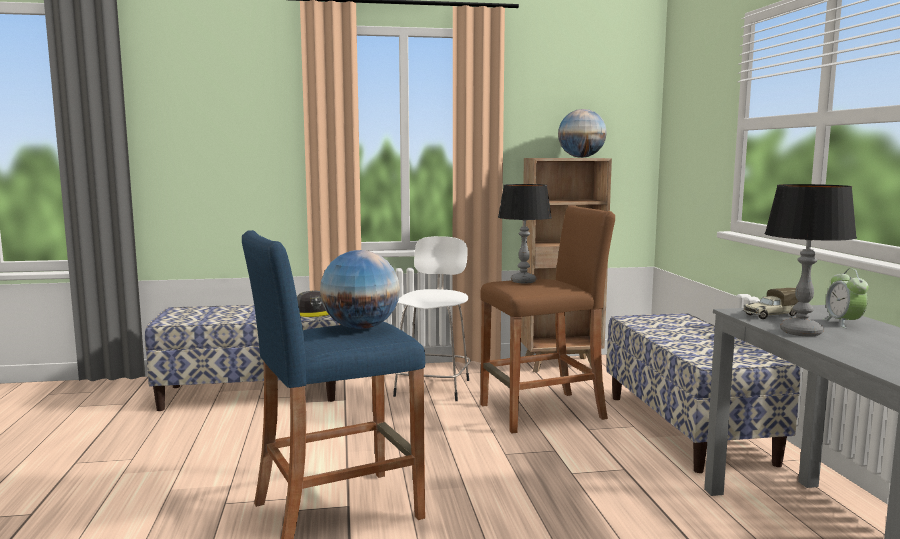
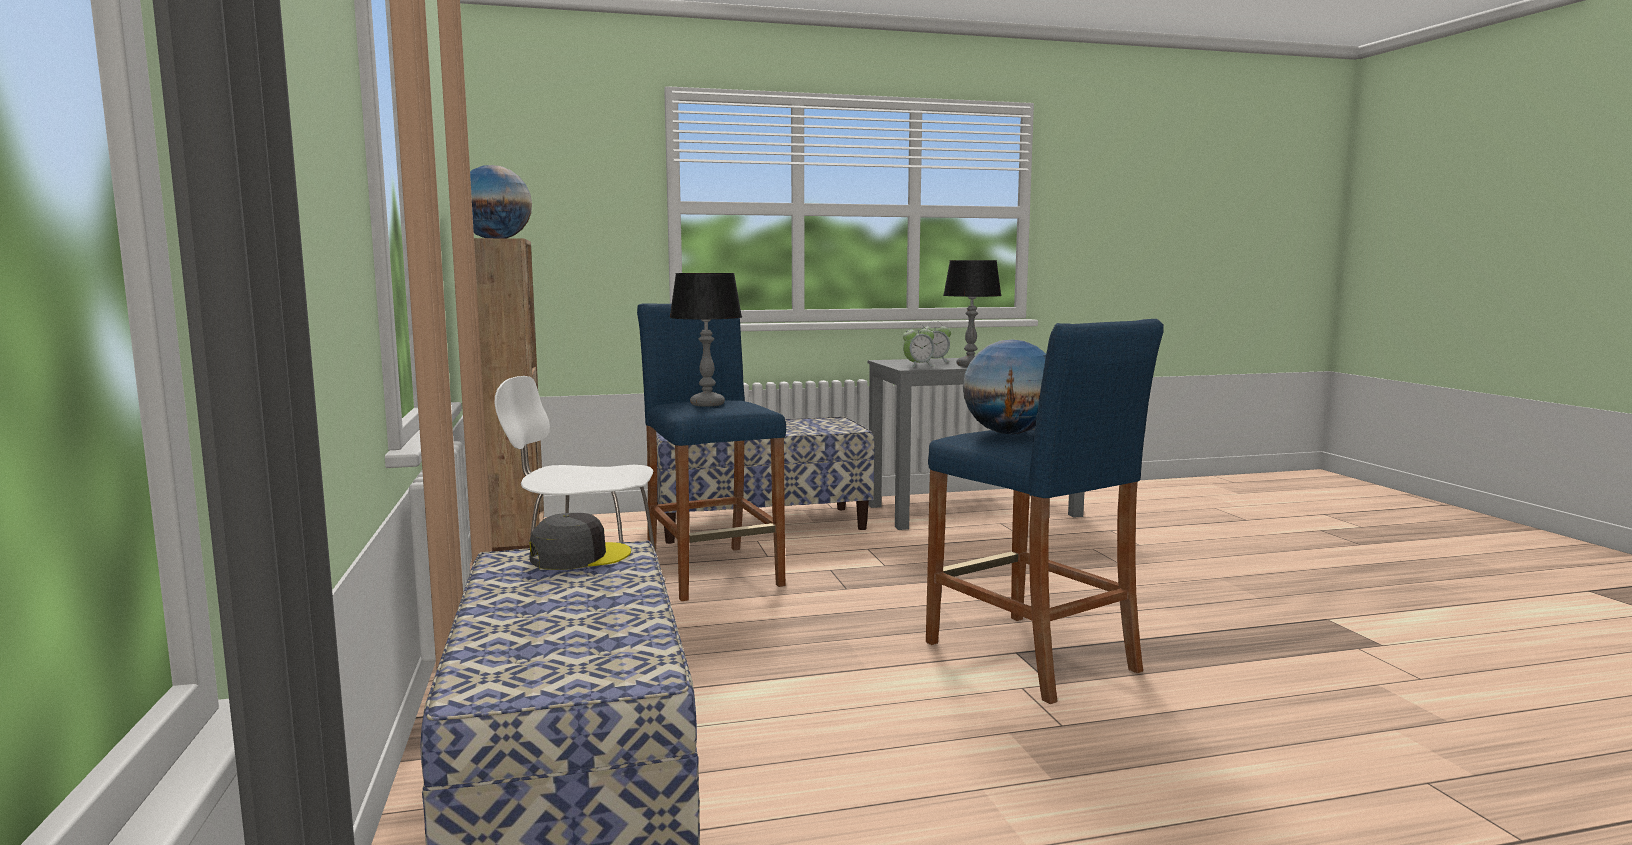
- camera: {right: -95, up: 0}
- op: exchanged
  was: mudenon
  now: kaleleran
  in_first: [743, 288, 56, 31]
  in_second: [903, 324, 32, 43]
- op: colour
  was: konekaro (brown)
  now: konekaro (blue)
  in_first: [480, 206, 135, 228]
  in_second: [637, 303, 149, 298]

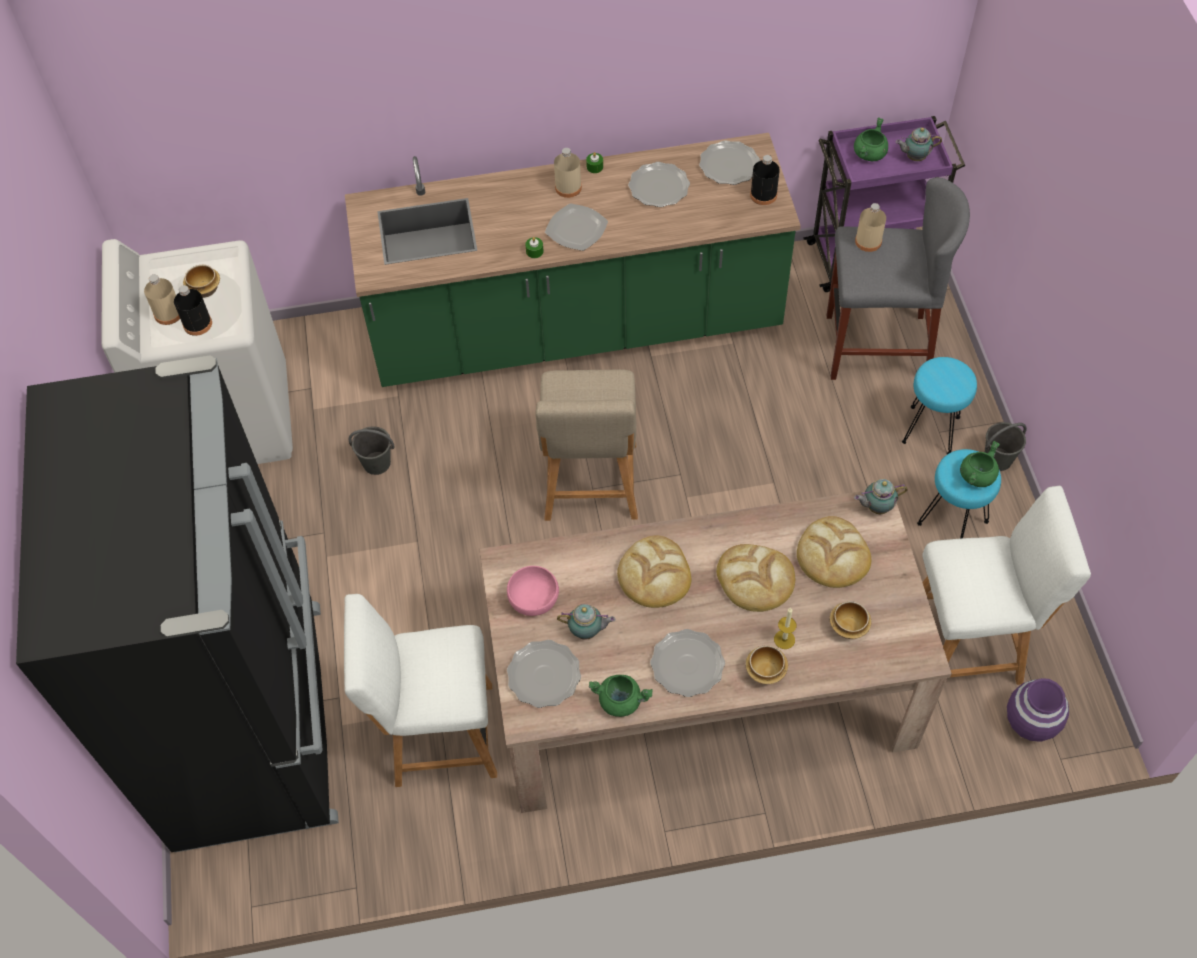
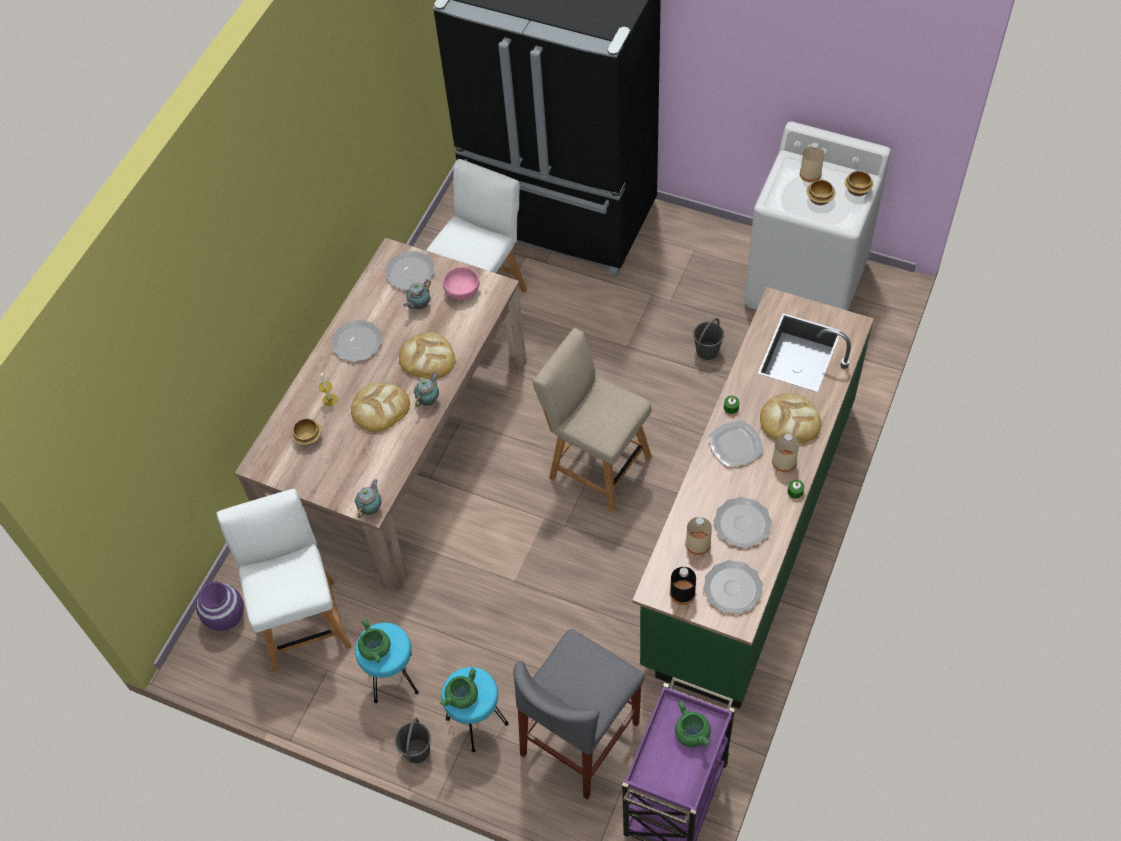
- camera: {right: 125, up: 0}
- op: missing
  was: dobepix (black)
  in_first: [174, 285, 38, 51]
- op: relocated
  was: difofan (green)
  in_first: [589, 675, 64, 42]
  in_second: [440, 668, 38, 41]
- op: relocated
  was: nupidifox
  in_first: [745, 645, 43, 39]
  in_second: [845, 170, 29, 26]
- op: relocated
  was: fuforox
  in_first: [797, 516, 74, 72]
  in_second: [760, 393, 62, 51]
- op: relocated
  was: dobepix (beige)
  in_first: [855, 203, 31, 49]
  in_second: [686, 517, 26, 38]
- op: relocated
  was: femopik
  in_first: [895, 128, 47, 33]
  in_second: [414, 372, 25, 35]
- op: spun
  was: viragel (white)
  in_first: [922, 486, 169, 199]
  in_second: [216, 489, 136, 183]
  clockwise: 135

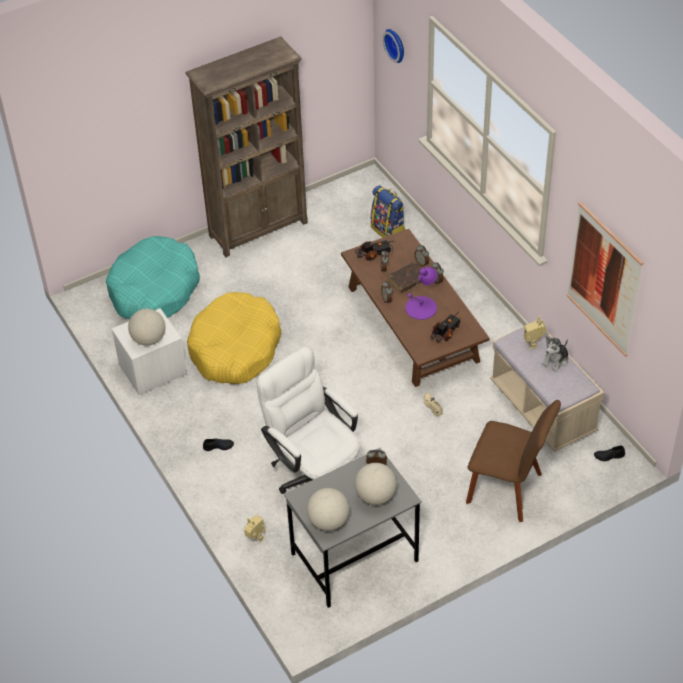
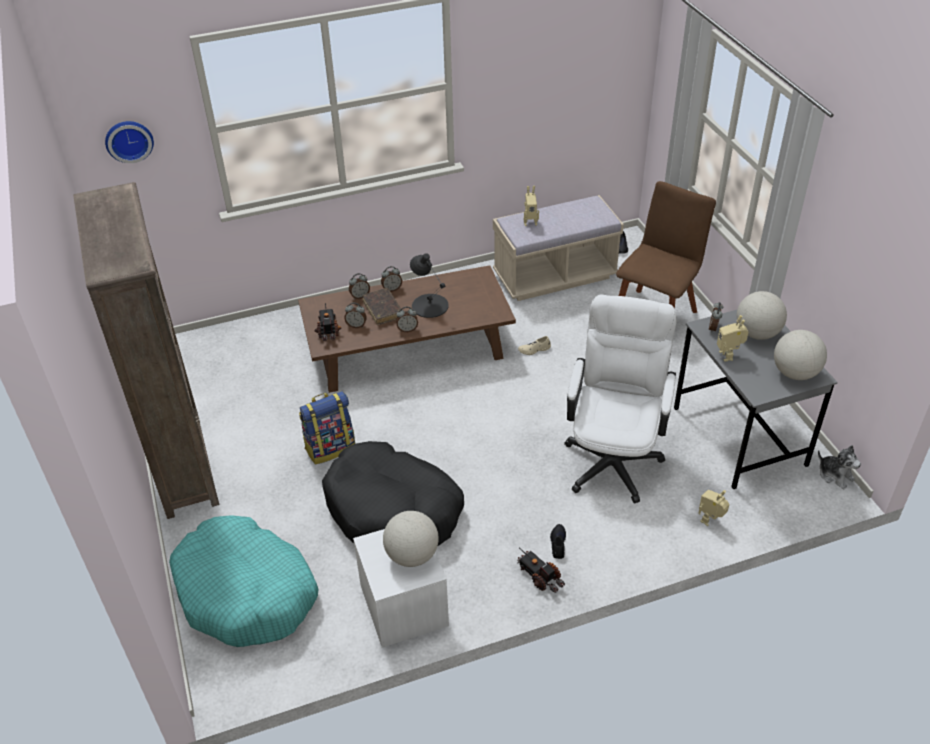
- camera: {right: -80, up: -5}
- op: missing
  was: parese
  in_first: [567, 202, 76, 155]
- op: appeared
  now: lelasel
  in_second: [717, 315, 31, 47]
- op: relocated
  was: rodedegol
  in_first: [371, 185, 34, 53]
  in_second: [299, 391, 56, 74]
- op: relocated
  was: mudenon
  in_first: [430, 311, 32, 31]
  in_second: [517, 548, 48, 45]
- op: relocated
  was: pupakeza
  in_first: [542, 336, 26, 36]
  in_second: [818, 445, 43, 44]
- op: colour
  was: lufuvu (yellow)
  now: lufuvu (black)
  in_first: [187, 292, 94, 92]
  in_second: [322, 441, 142, 105]
- op: colour
  was: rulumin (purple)
  now: rulumin (black)
  in_first: [405, 267, 32, 53]
  in_second: [410, 253, 39, 65]
- op: spun
  was: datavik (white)
  in_first: [257, 346, 103, 148]
  in_second: [564, 295, 113, 209]
  clockwise: 135

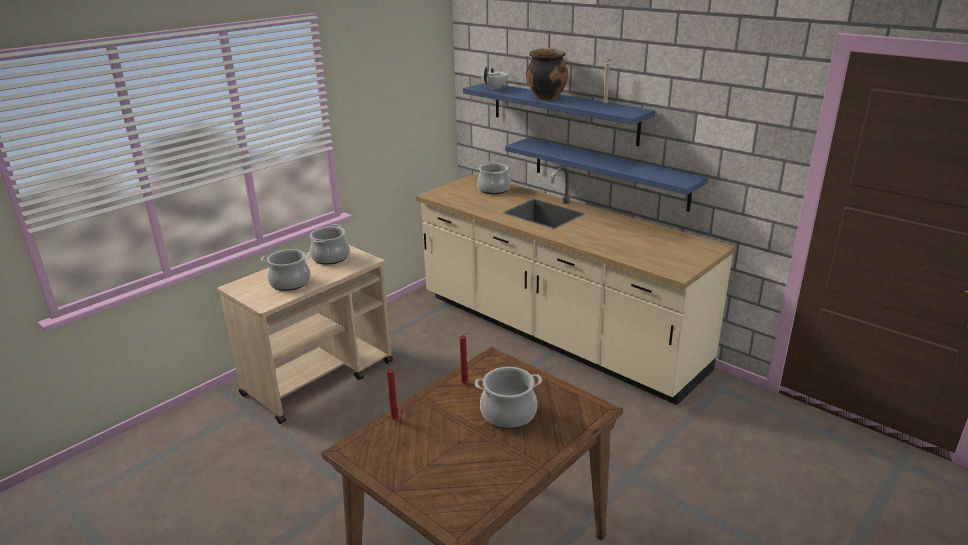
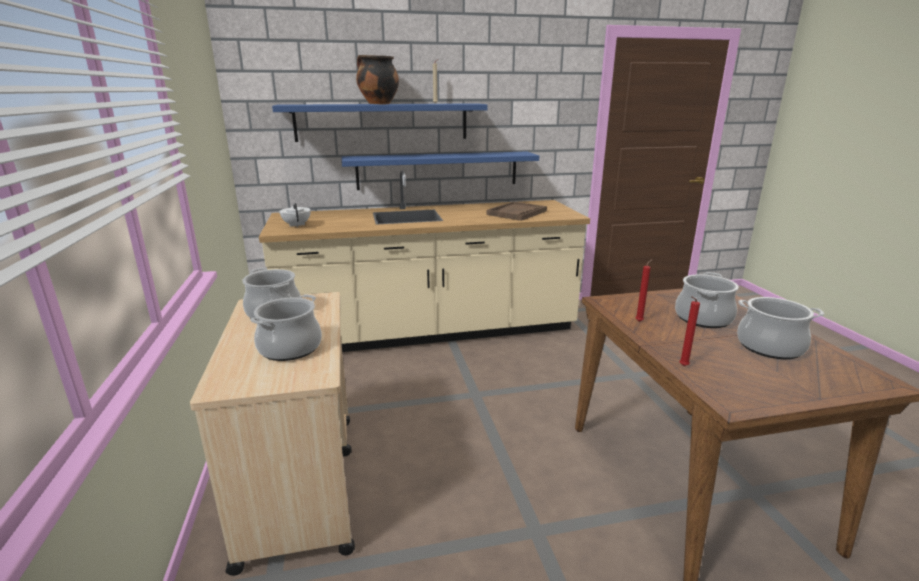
- camera: {right: -55, up: -5}
- op: appeared
  now: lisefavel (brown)
  in_second: [487, 201, 60, 20]
- op: relocated
  was: difofan
  in_first: [477, 161, 34, 33]
  in_second: [737, 297, 87, 62]
- op: relocated
  was: femopik (white)
  in_first: [481, 67, 27, 23]
  in_second: [279, 203, 32, 24]

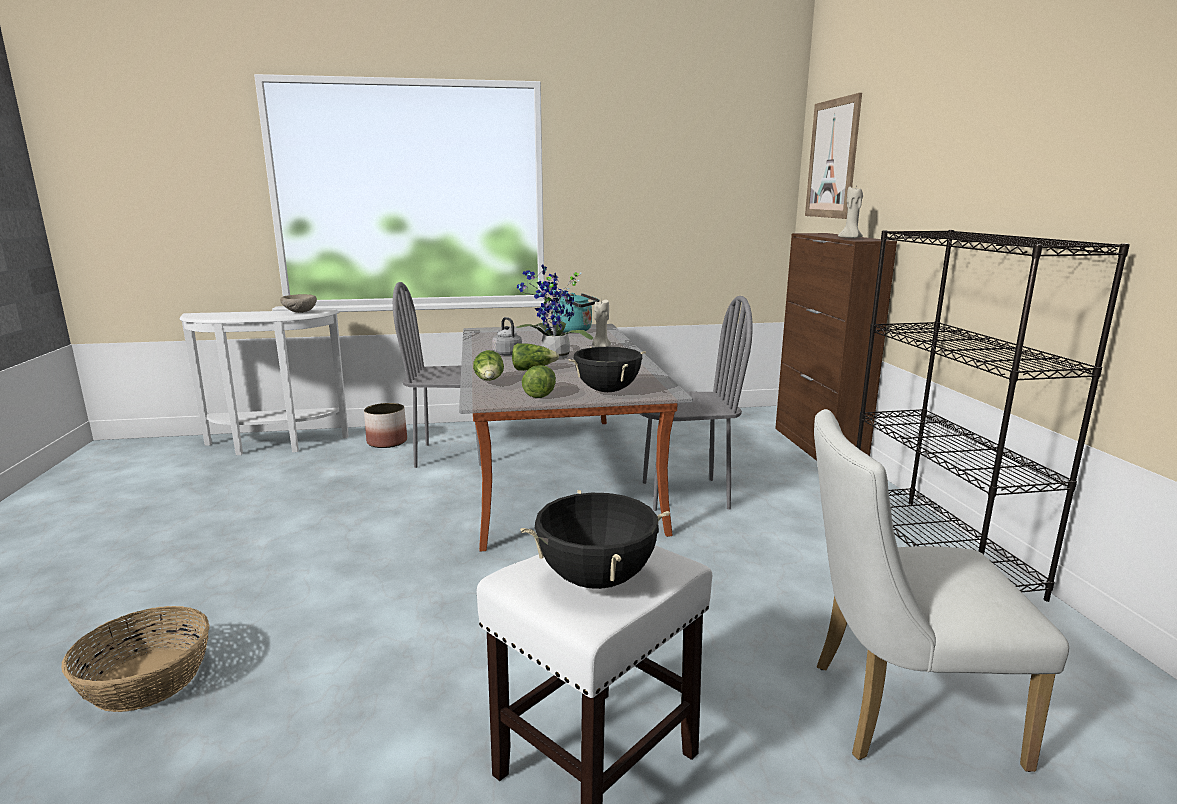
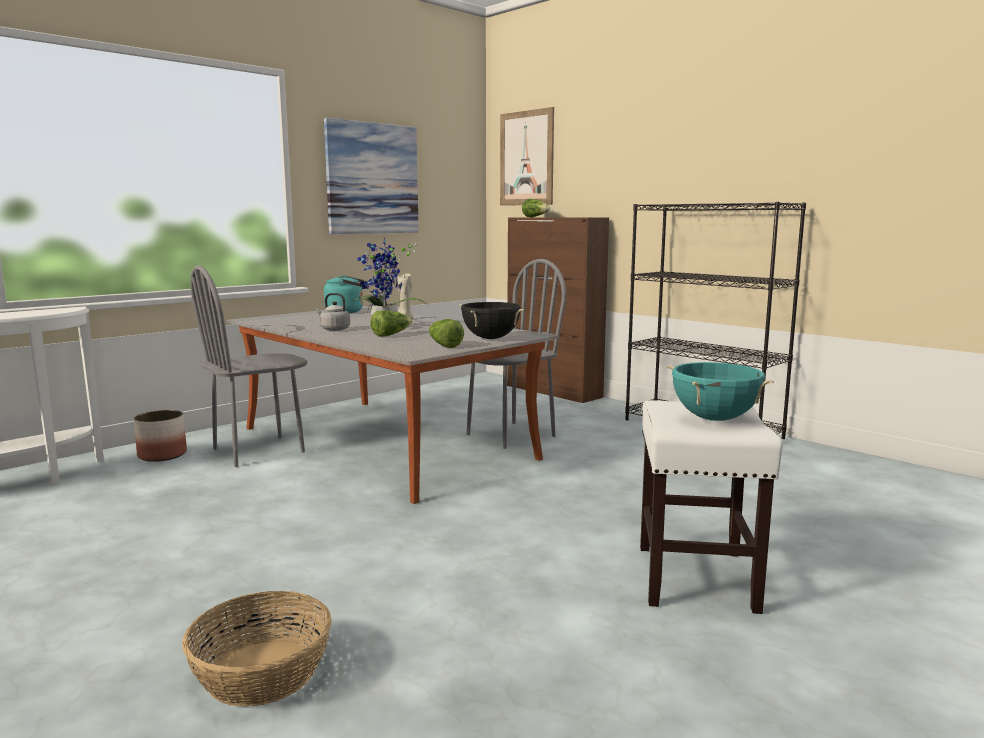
- camera: {right: -35, up: -5}
- op: missing
  was: nupidifox (beige)
  in_first: [280, 294, 37, 19]
- op: missing
  was: viragel (white)
  in_first: [814, 409, 255, 363]
- op: missing
  was: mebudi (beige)
  in_first: [838, 187, 25, 51]
- op: appeared
  now: parese
  in_second: [324, 118, 95, 116]
- op: relocated
  was: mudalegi
  in_first: [473, 350, 31, 31]
  in_second: [522, 199, 28, 18]
- op: colour
  was: difofan (black)
  now: difofan (turquoise)
  in_first: [520, 489, 150, 100]
  in_second: [667, 362, 107, 59]

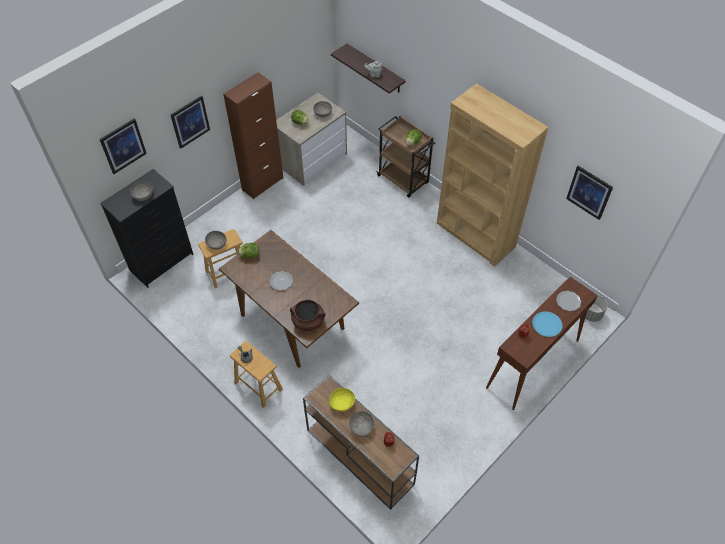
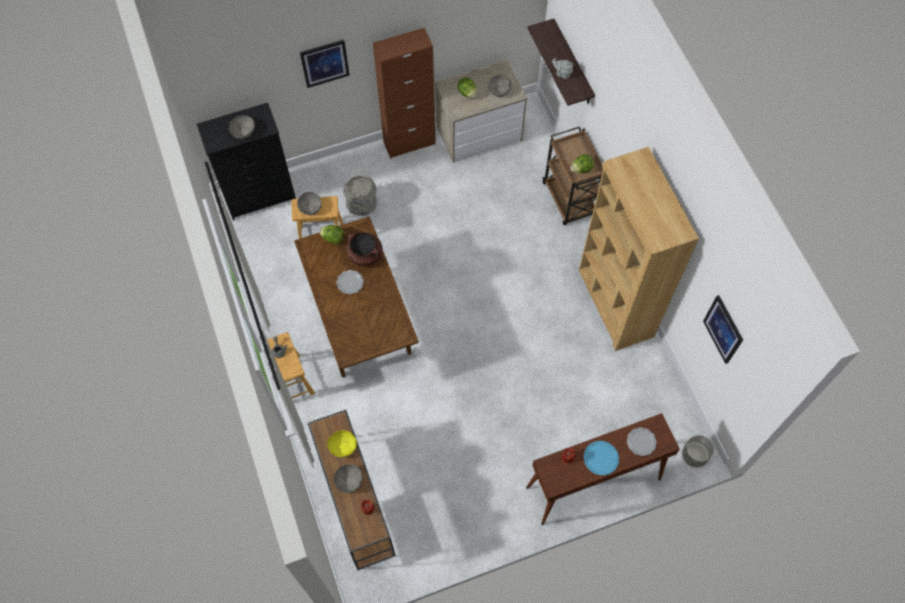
- camera: {right: 25, up: 10}
- op: missing
  was: parese
  in_first: [99, 118, 48, 56]
- op: appeared
  now: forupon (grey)
  in_second: [343, 175, 34, 41]
- op: relocated
  was: difofan (brown)
  in_first: [290, 300, 36, 31]
  in_second: [346, 232, 36, 35]

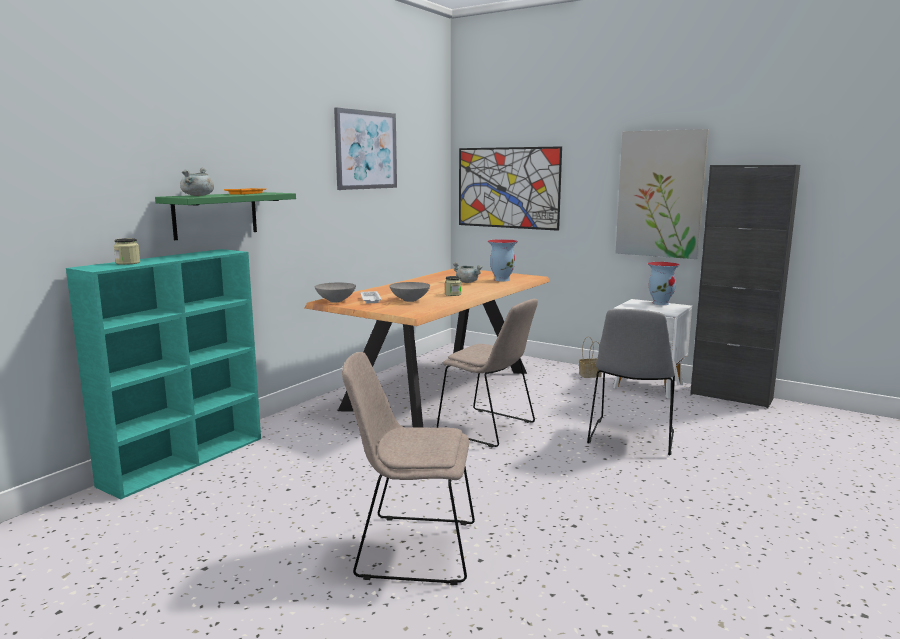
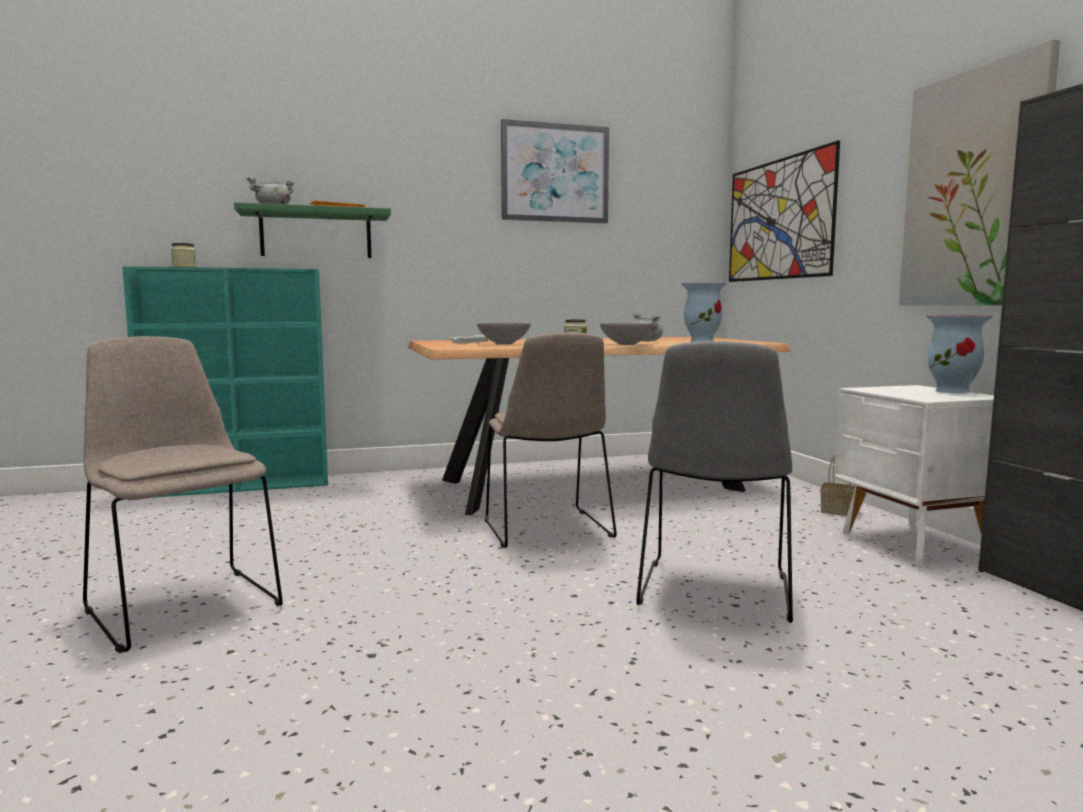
- camera: {right: 40, up: -5}
- op: relocated
  was: nupidifox (grey)
  in_first: [315, 282, 41, 20]
  in_second: [600, 323, 55, 22]
- op: spun
  was: viragel (grey)
  in_first: [587, 309, 89, 147]
  in_second: [636, 341, 157, 282]
  clockwise: -45

